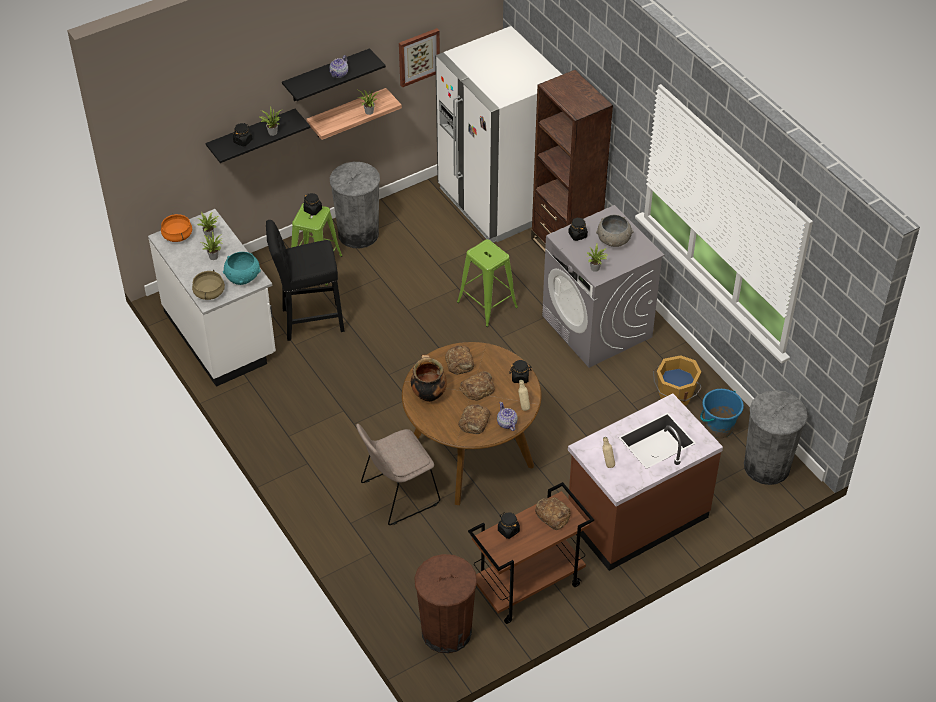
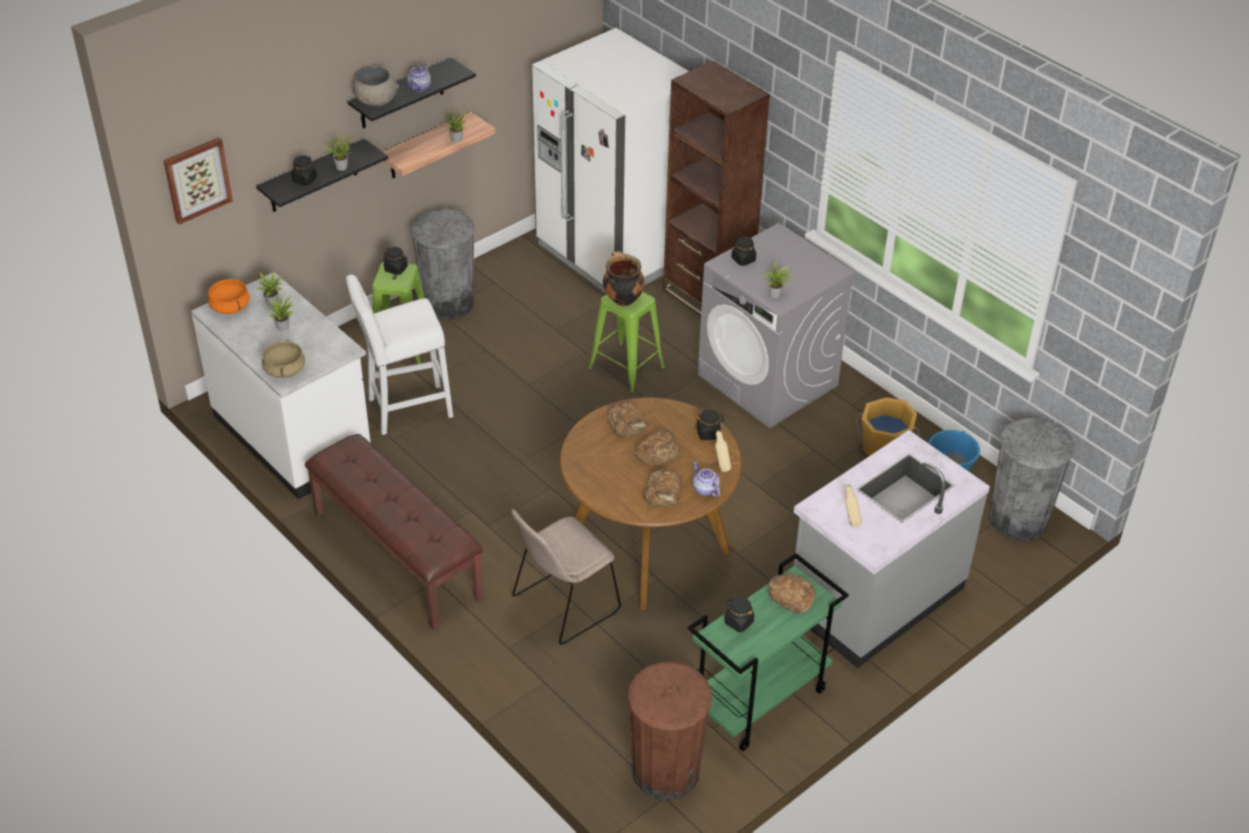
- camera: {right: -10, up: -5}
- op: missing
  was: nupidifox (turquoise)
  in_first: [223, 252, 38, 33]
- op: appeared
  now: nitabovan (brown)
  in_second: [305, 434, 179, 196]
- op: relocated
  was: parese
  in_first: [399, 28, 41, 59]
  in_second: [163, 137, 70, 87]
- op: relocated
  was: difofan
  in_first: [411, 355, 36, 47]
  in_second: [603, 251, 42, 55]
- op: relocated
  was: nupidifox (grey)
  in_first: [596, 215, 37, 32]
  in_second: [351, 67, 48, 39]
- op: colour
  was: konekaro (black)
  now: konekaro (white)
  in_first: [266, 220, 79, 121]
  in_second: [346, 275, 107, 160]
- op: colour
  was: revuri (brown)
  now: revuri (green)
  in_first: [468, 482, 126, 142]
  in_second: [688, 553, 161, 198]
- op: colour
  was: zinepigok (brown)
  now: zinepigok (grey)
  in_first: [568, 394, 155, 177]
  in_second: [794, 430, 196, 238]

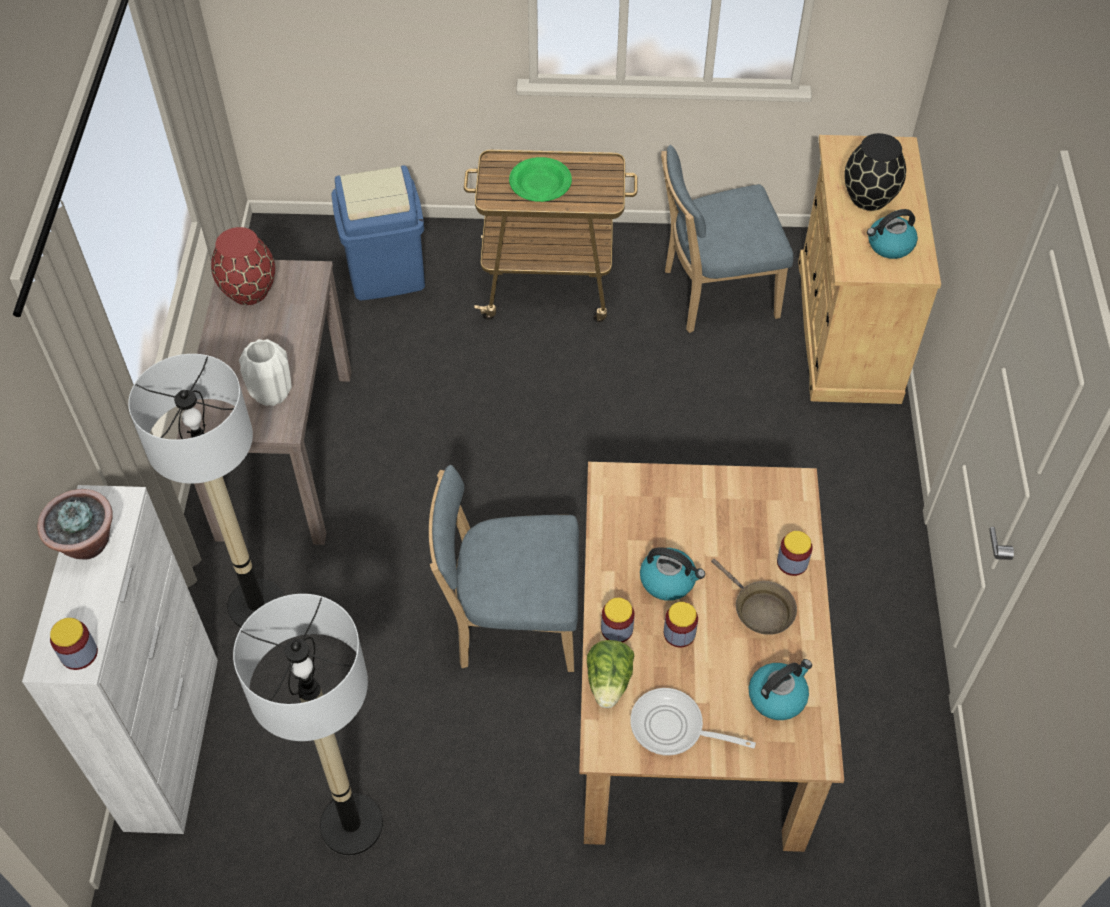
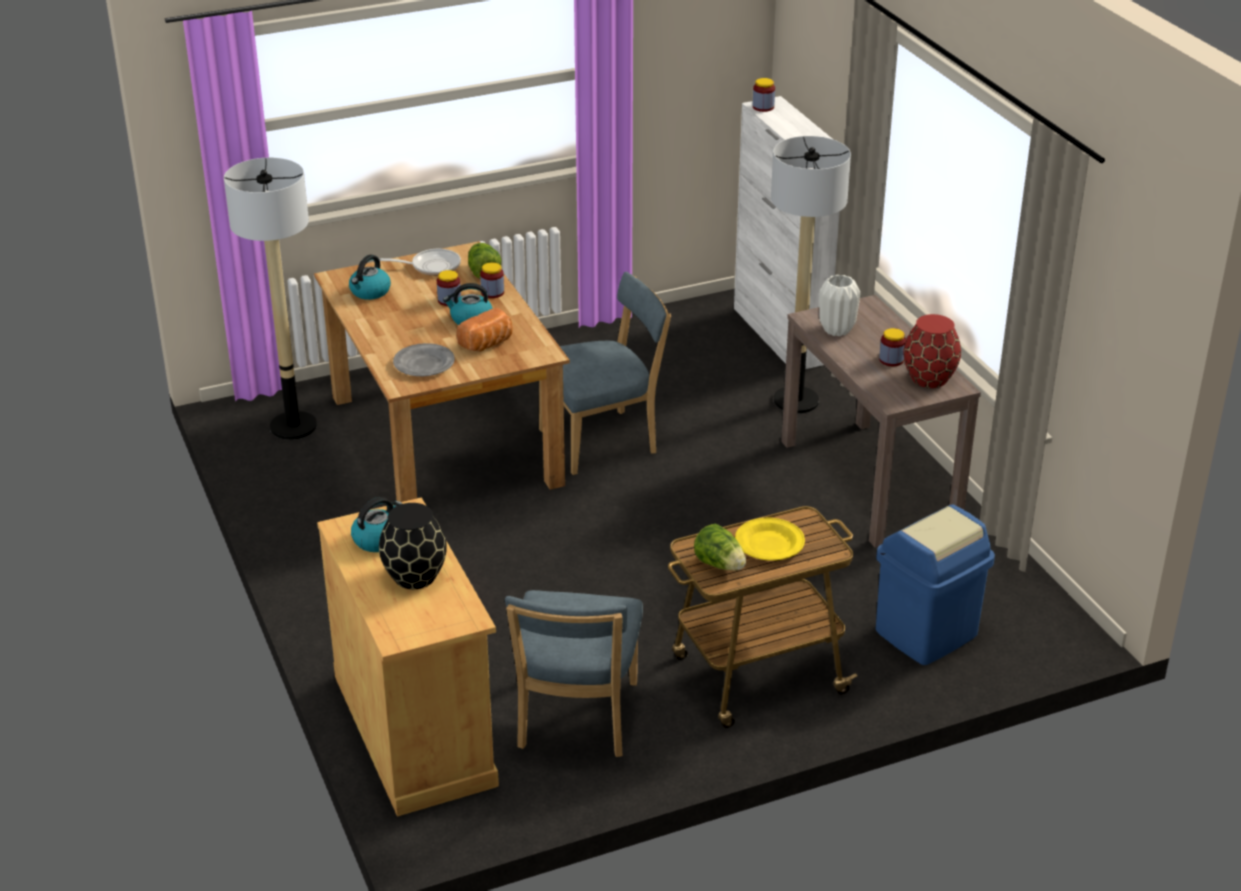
- camera: {right: 155, up: -20}
- op: missing
  was: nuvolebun
  in_first: [37, 489, 76, 71]
- op: missing
  was: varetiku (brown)
  in_first: [711, 559, 86, 76]
- op: appeared
  now: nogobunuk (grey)
  in_second: [393, 343, 62, 33]
- op: appeared
  now: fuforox
  in_second: [456, 308, 57, 44]
- op: appeared
  now: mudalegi
  in_second: [694, 524, 52, 47]
- op: relocated
  was: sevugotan
  in_first: [233, 594, 150, 262]
  in_second: [224, 158, 93, 282]
- op: relocated
  was: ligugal
  in_first: [777, 531, 36, 45]
  in_second: [879, 328, 27, 38]
- op: colour
  was: nogobunuk (green)
  now: nogobunuk (yellow)
  in_first: [509, 157, 63, 45]
  in_second: [735, 518, 70, 43]
- op: spun
  was: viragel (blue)
  in_first: [661, 145, 133, 188]
  in_second: [505, 590, 138, 167]
  clockwise: 135

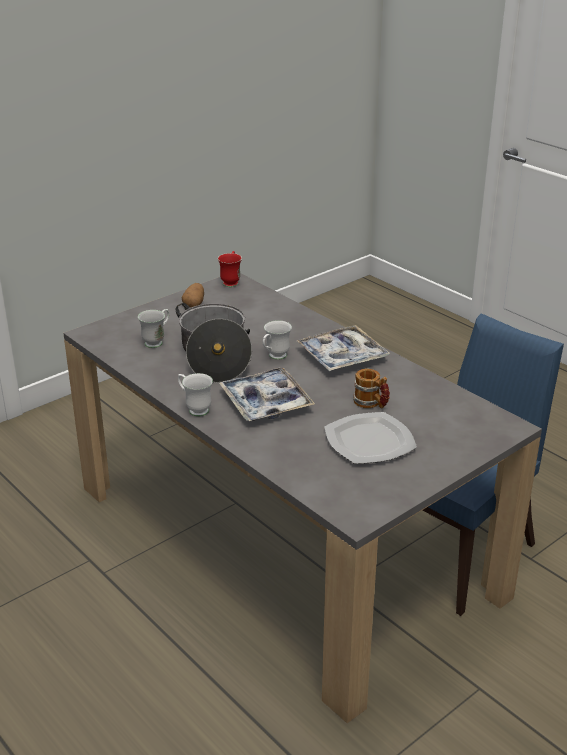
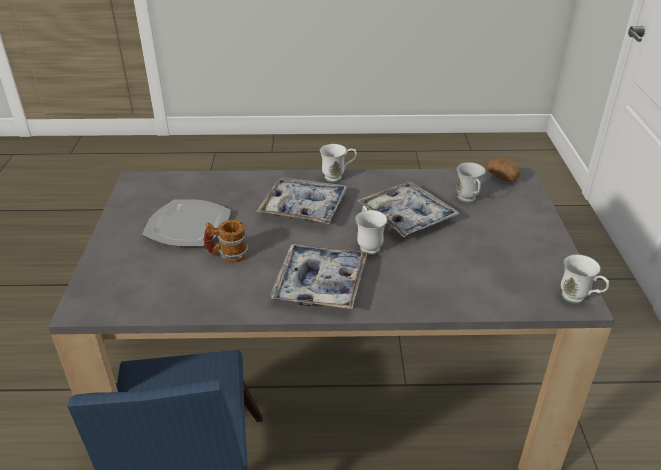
- camera: {right: 130, up: 5}
- op: relocated
  was: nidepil
  in_first: [182, 283, 22, 25]
  in_second: [486, 157, 34, 25]
- op: exchanged
  was: difofan
  now: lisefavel
  in_first: [176, 303, 76, 80]
  in_second: [357, 182, 103, 55]
- op: colour
  was: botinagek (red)
  now: botinagek (white)
  in_first: [218, 251, 24, 36]
  in_second: [561, 254, 48, 50]

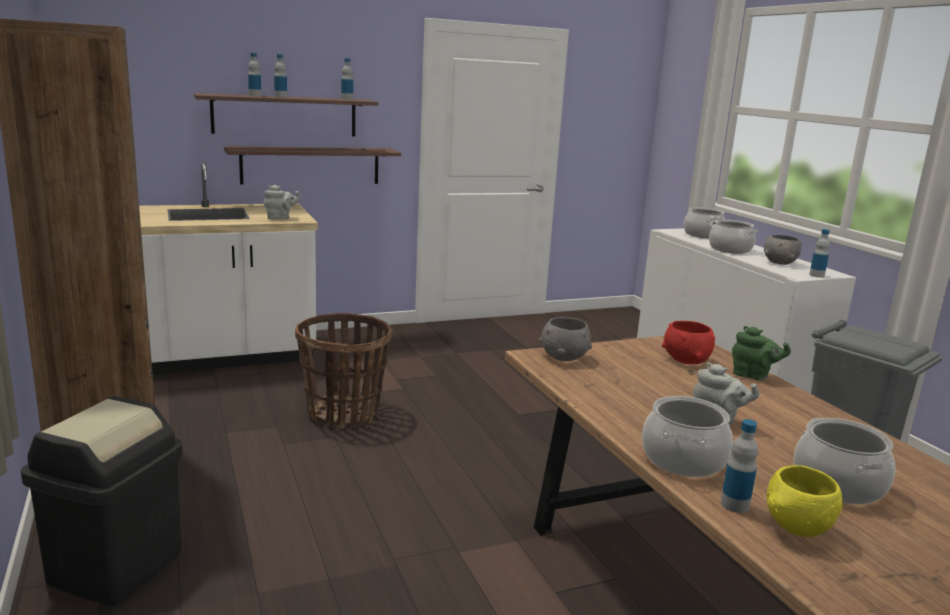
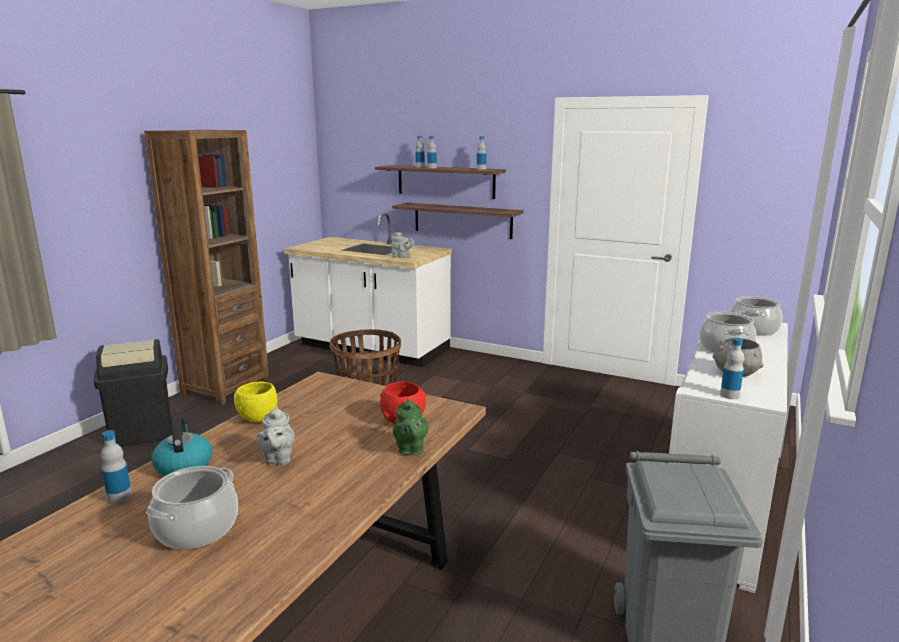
- camera: {right: 50, up: 0}
- op: missing
  was: nupidifox (grey)
  in_first: [539, 317, 53, 44]
- op: relocated
  was: nupidifox (yellow)
  in_first: [767, 465, 76, 72]
  in_second: [234, 381, 43, 41]
- op: exchanged
  was: difofan
  now: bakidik
  in_first: [642, 396, 91, 81]
  in_second: [152, 415, 60, 61]

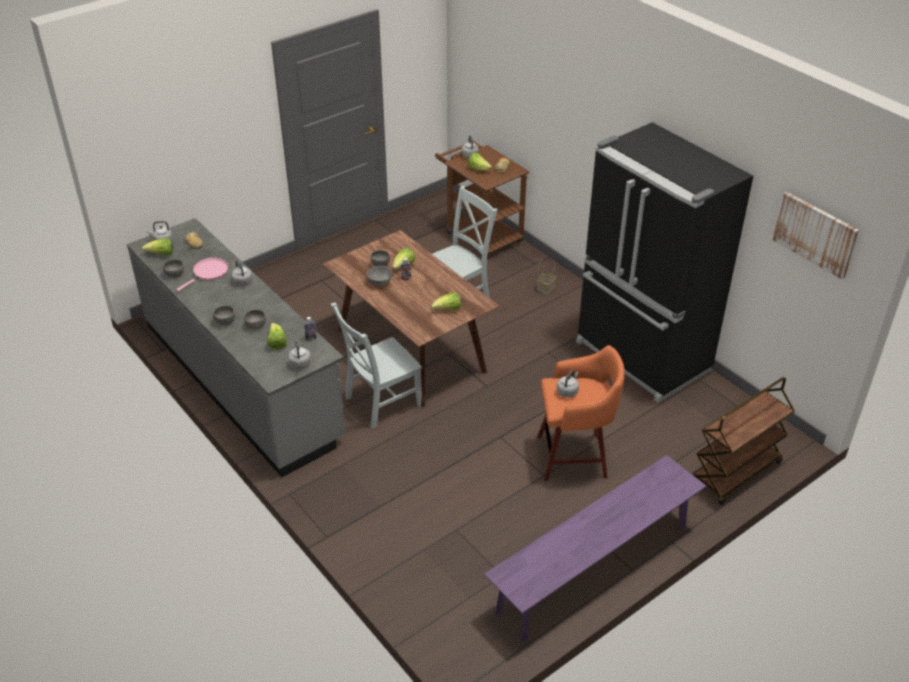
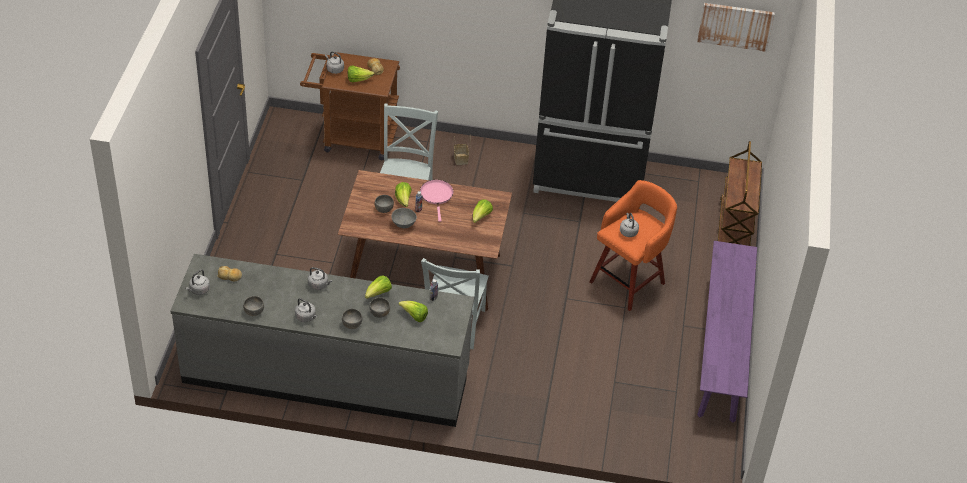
- camera: {right: -45, up: 5}
- op: relocated
  was: mudalegi
  in_first: [142, 238, 31, 18]
  in_second: [365, 276, 27, 23]
- op: relocated
  was: varetiku (pink)
  in_first: [176, 257, 53, 34]
  in_second: [420, 180, 33, 42]
- op: relocated
  was: bakidik (grey)
  in_first: [288, 340, 23, 29]
  in_second: [295, 298, 22, 24]

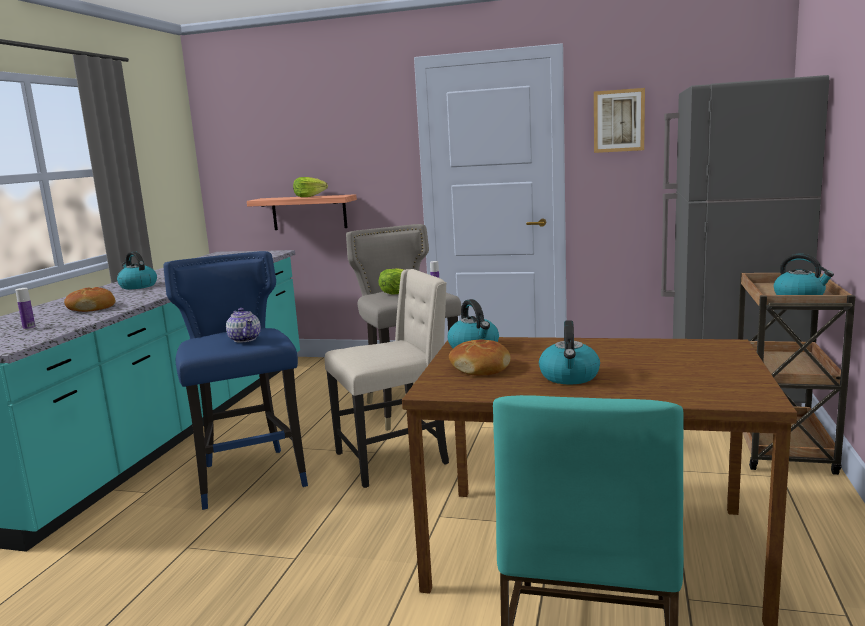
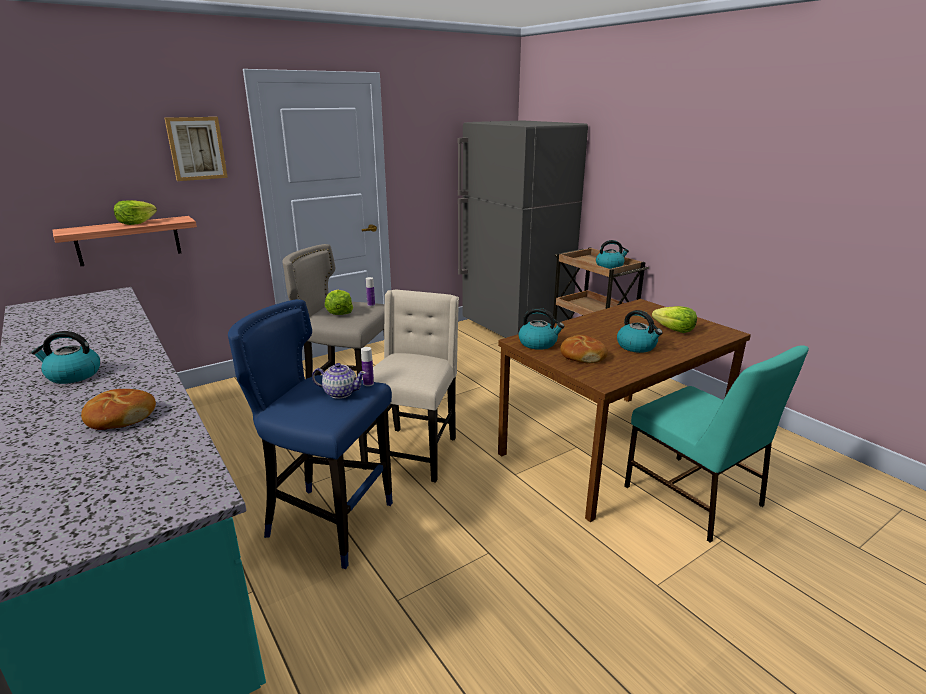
- camera: {right: -50, up: 10}
- op: appeared
  now: mudalegi
  in_second: [652, 306, 45, 27]
- op: relocated
  was: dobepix
  in_first: [15, 288, 21, 42]
  in_second: [361, 347, 13, 39]
- op: relocated
  was: parese
  in_first: [594, 88, 51, 65]
  in_second: [165, 117, 63, 64]

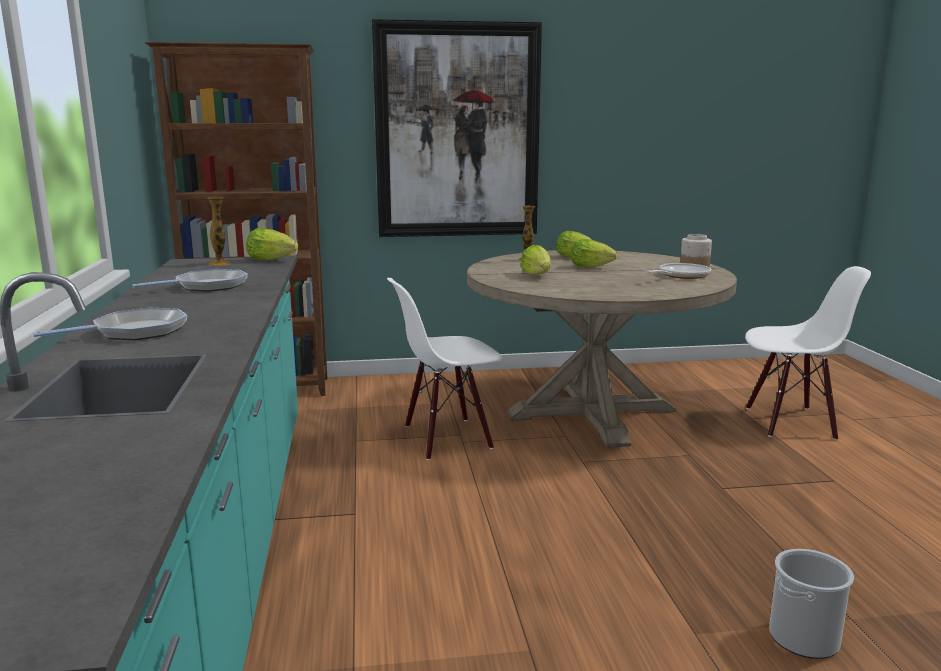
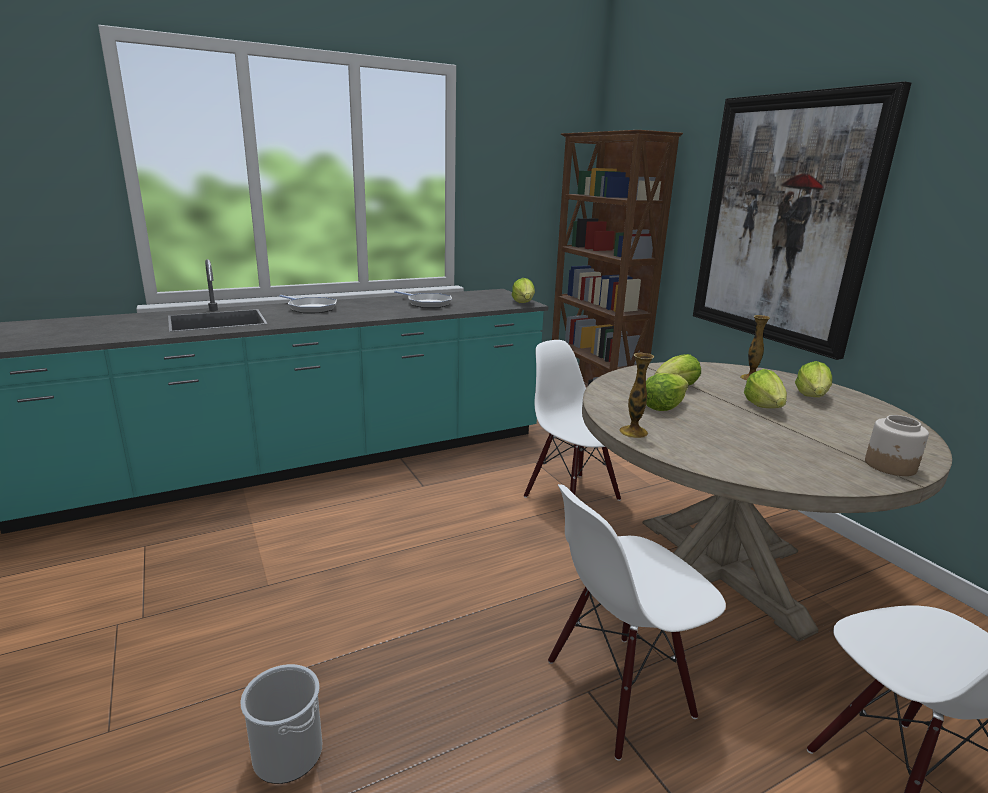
- camera: {right: 70, up: 5}
- op: missing
  was: varetiku
  in_first: [646, 263, 65, 16]
- op: appeared
  now: viragel (white)
  in_second: [548, 484, 178, 277]
- op: appeared
  now: mudalegi
  in_second: [646, 373, 43, 38]
- op: relocated
  was: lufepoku
  in_first: [207, 197, 25, 69]
  in_second: [619, 353, 35, 85]

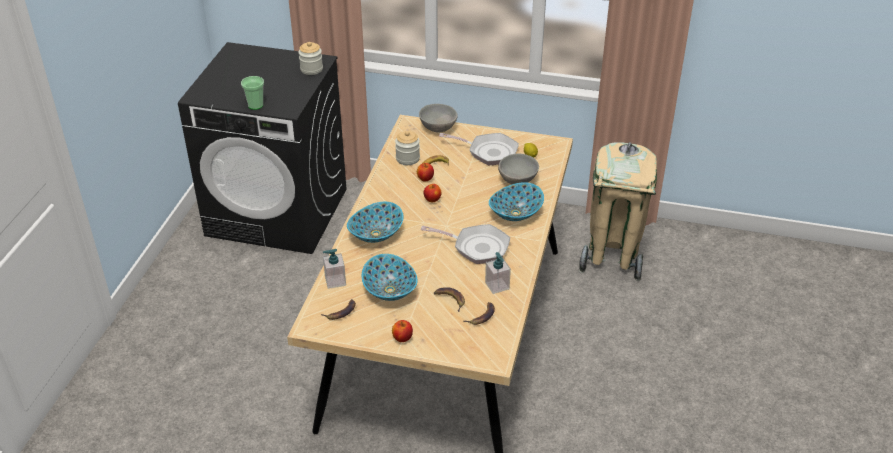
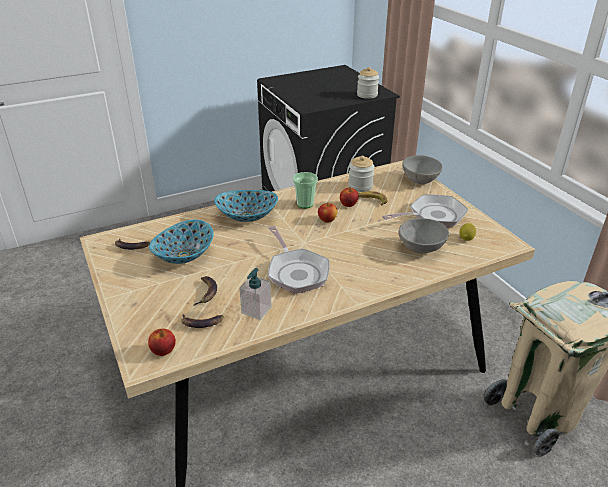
- camera: {right: 50, up: -5}
- op: missing
  was: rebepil
  in_first: [323, 249, 23, 40]
- op: missing
  was: nupidifox
  in_first: [489, 182, 55, 39]
- op: relocated
  was: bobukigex
  in_first: [241, 76, 23, 34]
  in_second: [293, 172, 25, 37]
- op: relocated
  was: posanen
  in_first: [392, 320, 21, 22]
  in_second: [148, 329, 28, 27]
- op: spun
  was: varetiku
  in_first: [439, 133, 80, 32]
  in_second: [382, 194, 86, 33]
  clockwise: -90

